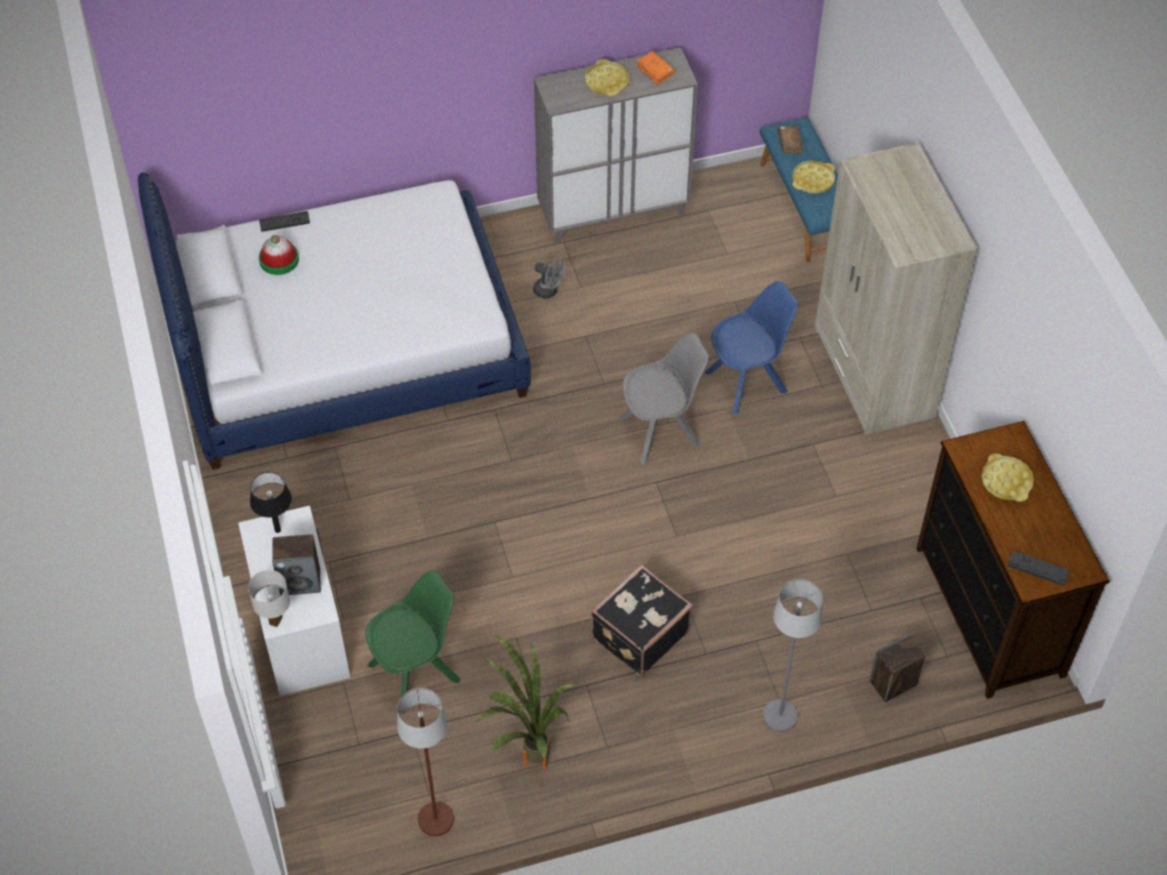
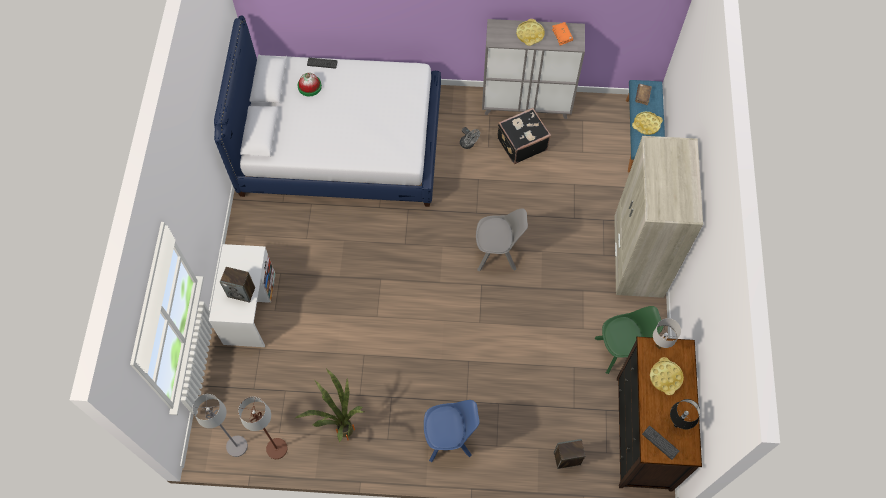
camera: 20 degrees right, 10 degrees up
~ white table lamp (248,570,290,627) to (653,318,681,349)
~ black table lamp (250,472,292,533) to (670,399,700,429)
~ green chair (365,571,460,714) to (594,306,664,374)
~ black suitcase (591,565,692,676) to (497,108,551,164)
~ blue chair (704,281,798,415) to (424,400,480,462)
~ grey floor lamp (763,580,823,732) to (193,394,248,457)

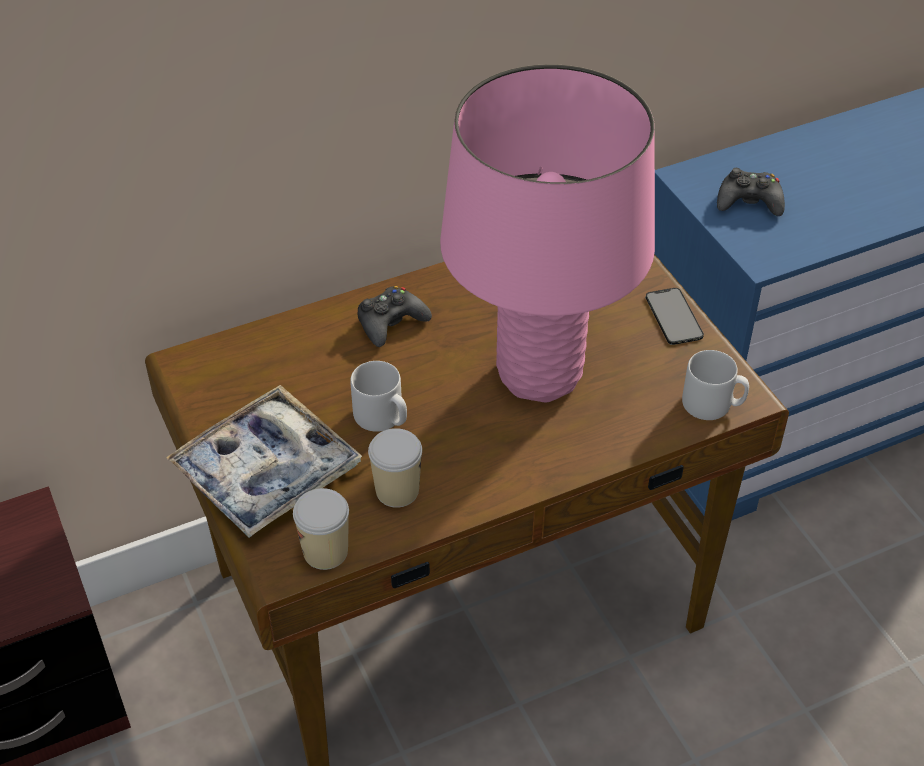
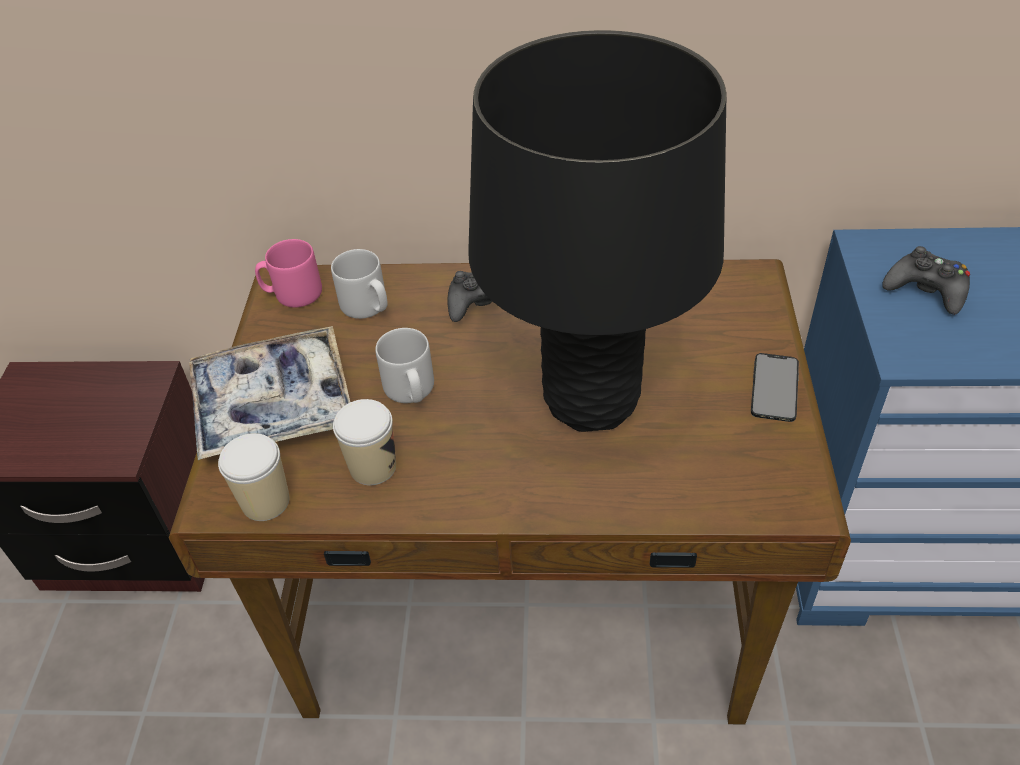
camera: 30 degrees right, 0 degrees up
~ pink table lamp (440,64,655,403) to black table lamp (468,30,727,432)
~ grey mug (682,350,749,420) to (331,249,388,319)
+ pink mug (255,239,322,308)

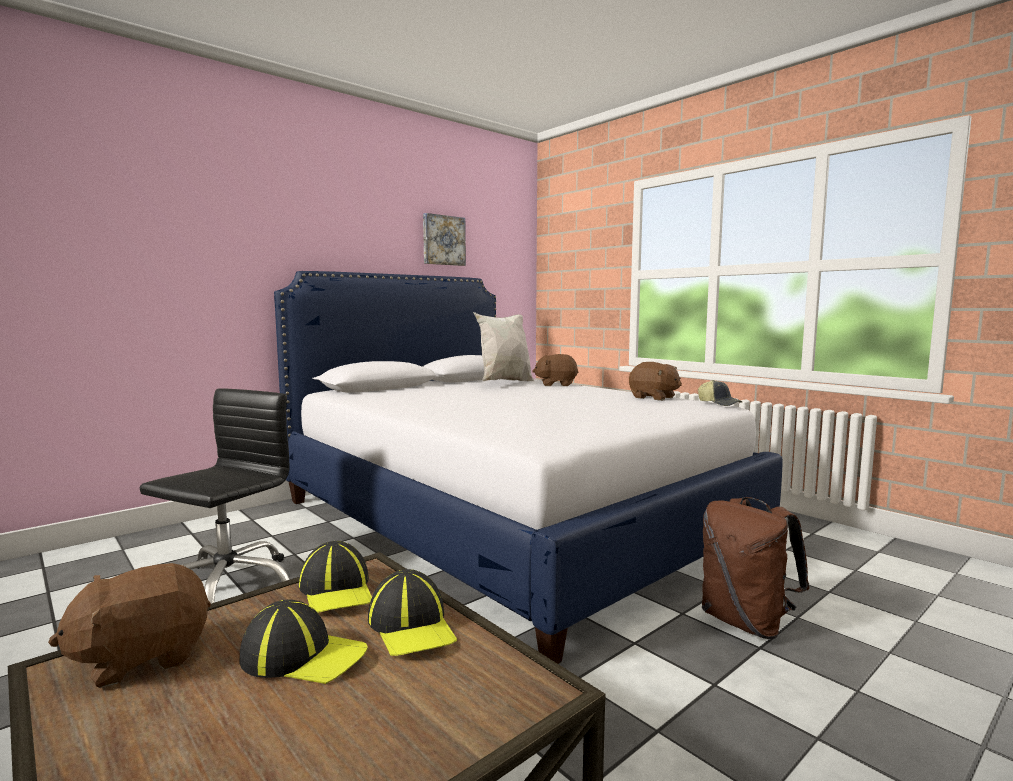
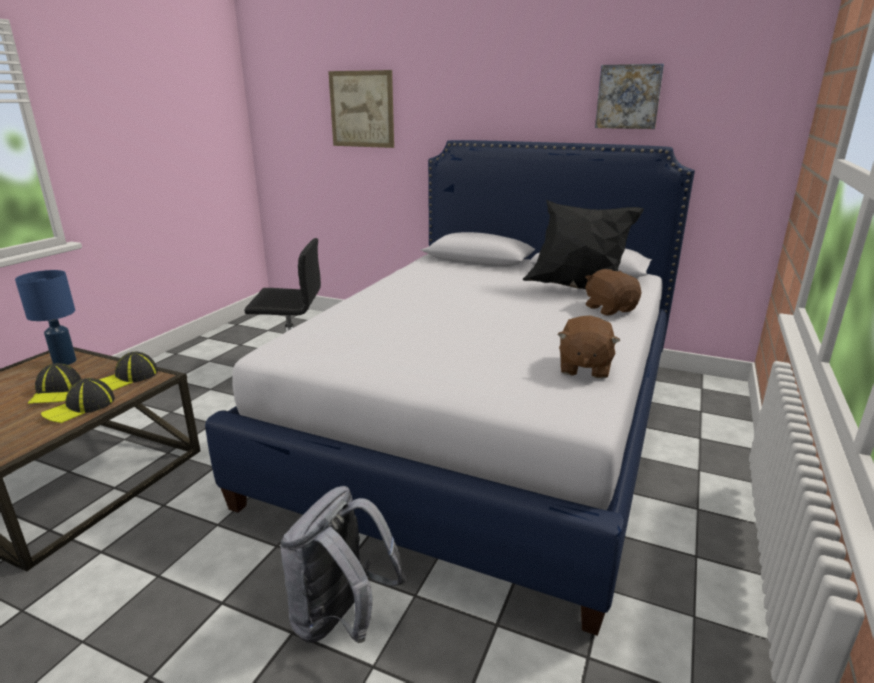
camera: 65 degrees right, 15 degrees up
~ brown plush toy (48,563,211,688) to blue table lamp (15,270,76,365)
~ white pillow (473,312,534,381) to black pillow (523,200,644,289)
- cap (698,380,742,406)
~ brown backpack (702,497,809,639) to grey backpack (280,486,406,643)
+ picture (328,70,394,148)

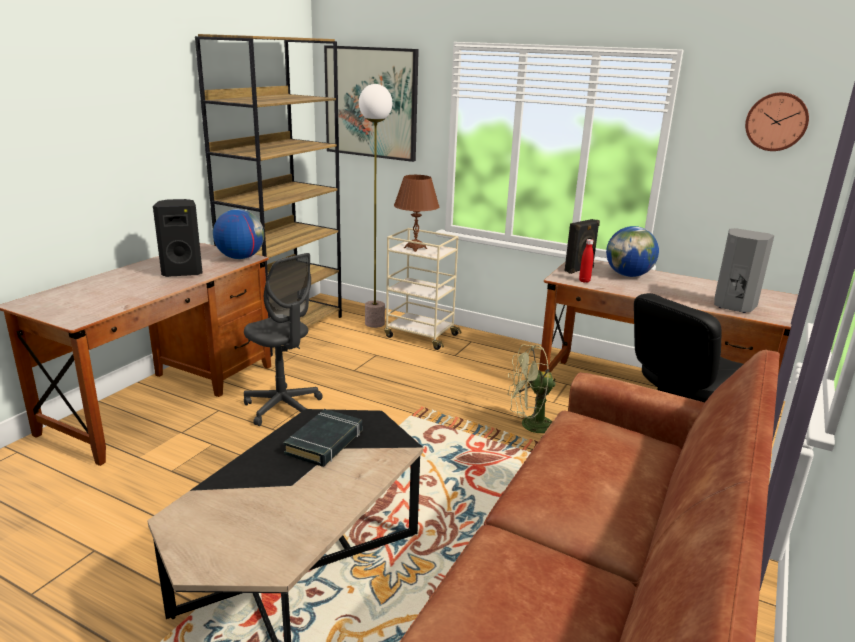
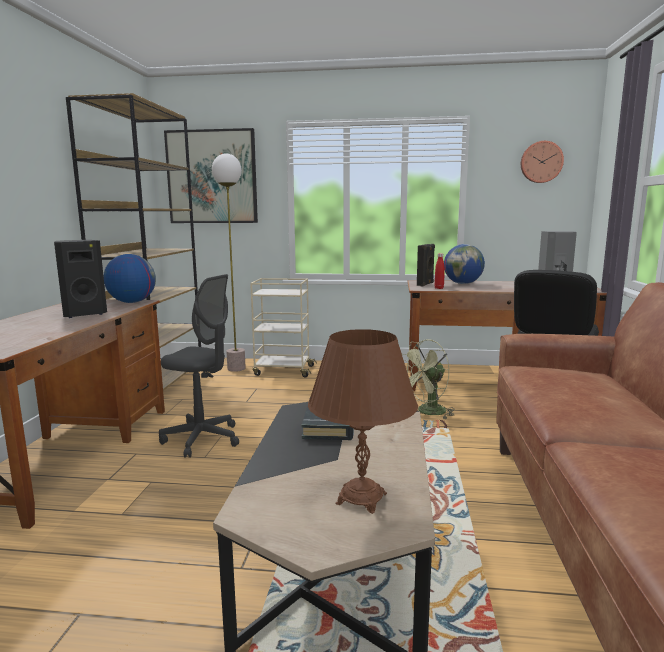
camera: 20 degrees left, 10 degrees down
~ brown table lamp (394,175,440,252) to (308,329,418,514)

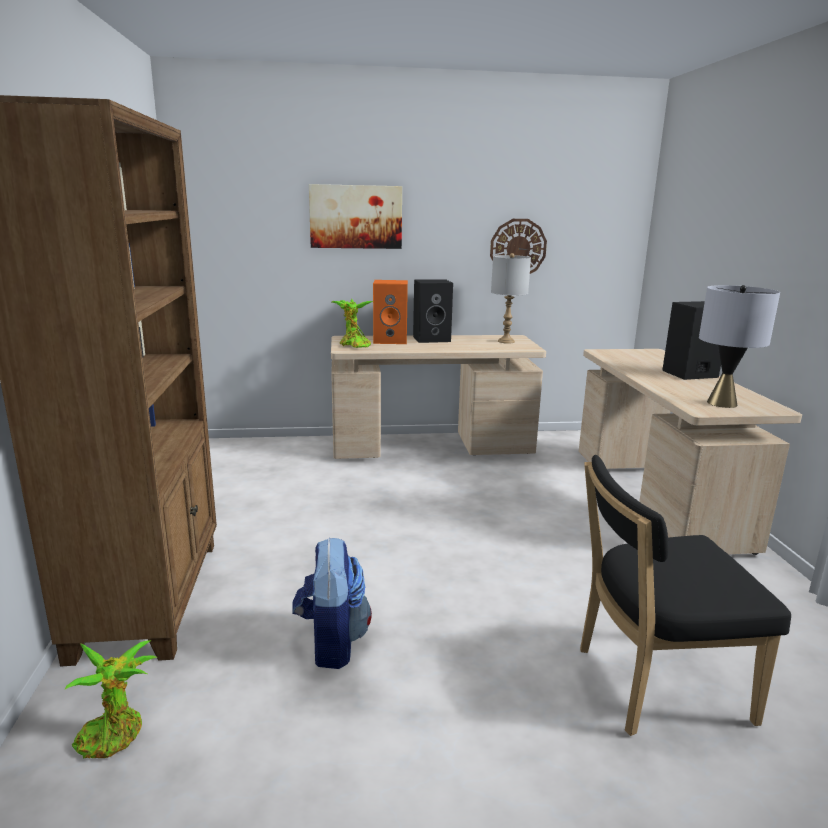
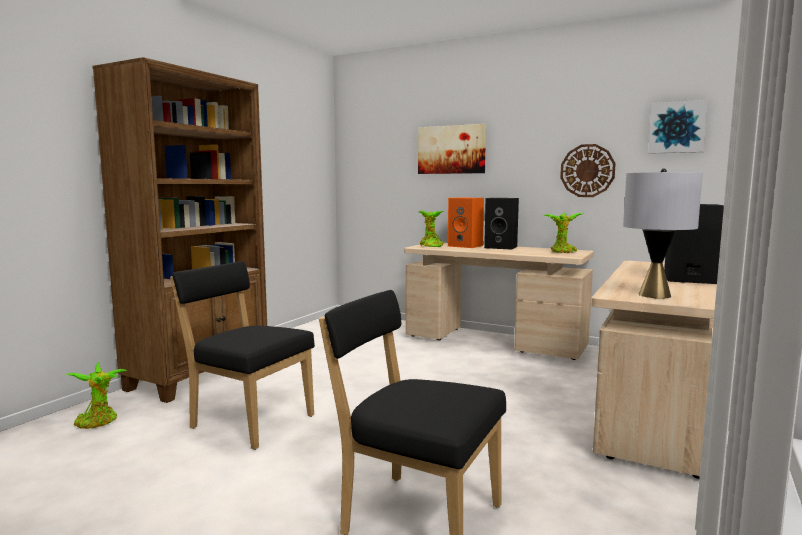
camera: 35 degrees right, 10 degrees down
~ backpack (292,538,372,669) to black chair (170,261,315,450)
~ grey table lamp (491,253,531,344) to potted plant (543,212,583,254)
+ picture (648,100,708,154)

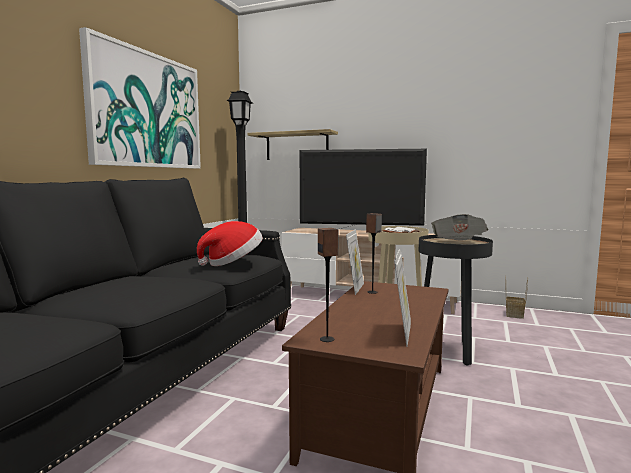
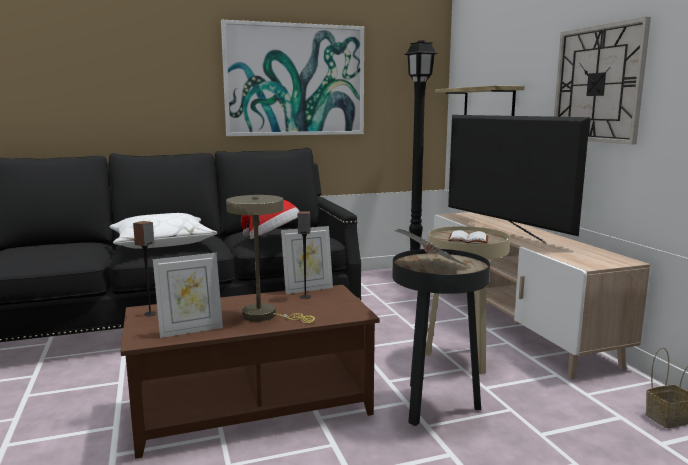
camera: 50 degrees right, 5 degrees up
+ white pillow (109,213,218,249)
+ beige table lamp (226,195,315,324)
+ wall clock (554,17,651,144)

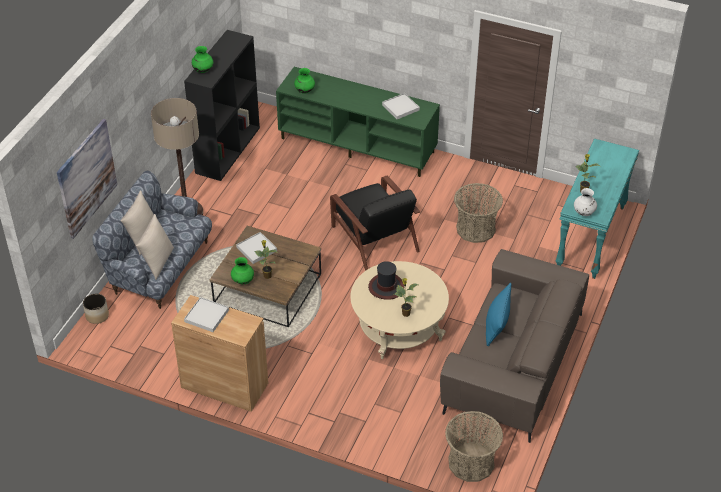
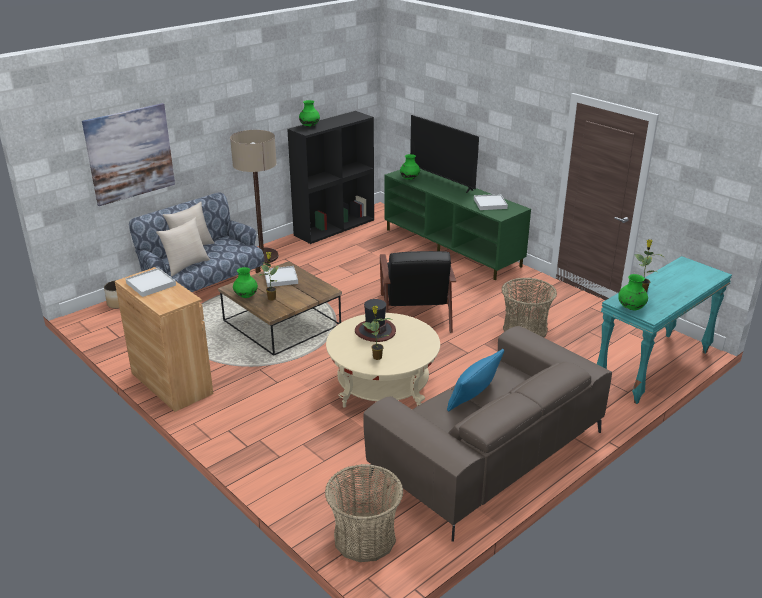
camera: 25 degrees right, 15 degrees down
~ white vase (574,188,597,216) to green vase (618,274,648,311)
+ television (410,115,479,193)

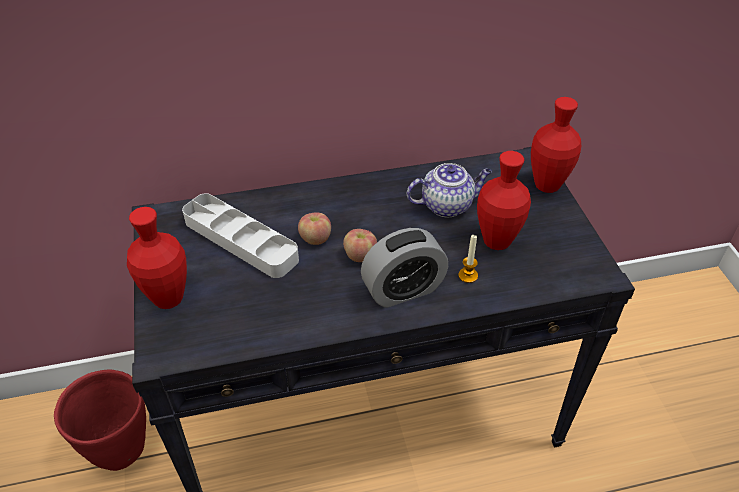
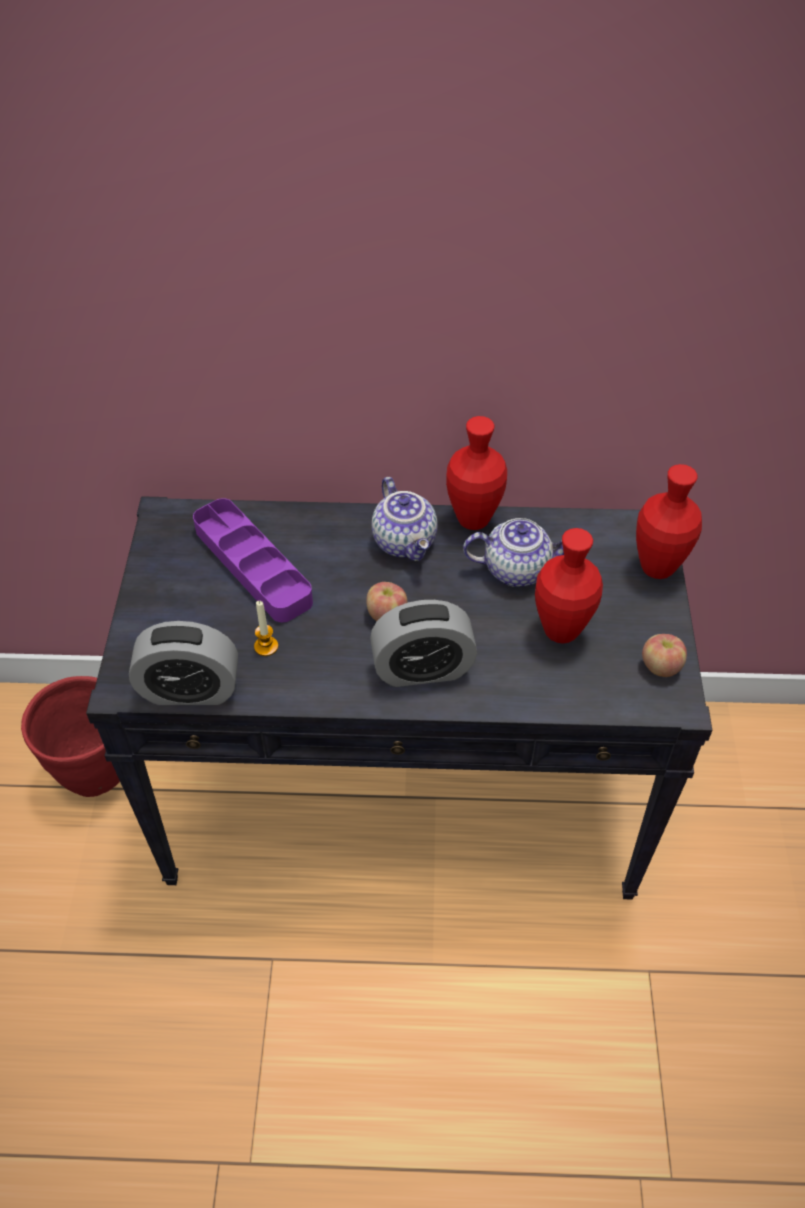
camera: 15 degrees right, 5 degrees up
~ red vase (127,207,187,309) to (446,416,507,530)
~ grey tray (182,193,299,278) to purple tray (193,498,313,622)
~ apple (298,212,331,245) to (642,634,687,677)
~ candle (458,235,478,283) to (254,601,278,656)
+ alarm clock (129,621,238,705)
+ teapot (372,477,438,561)

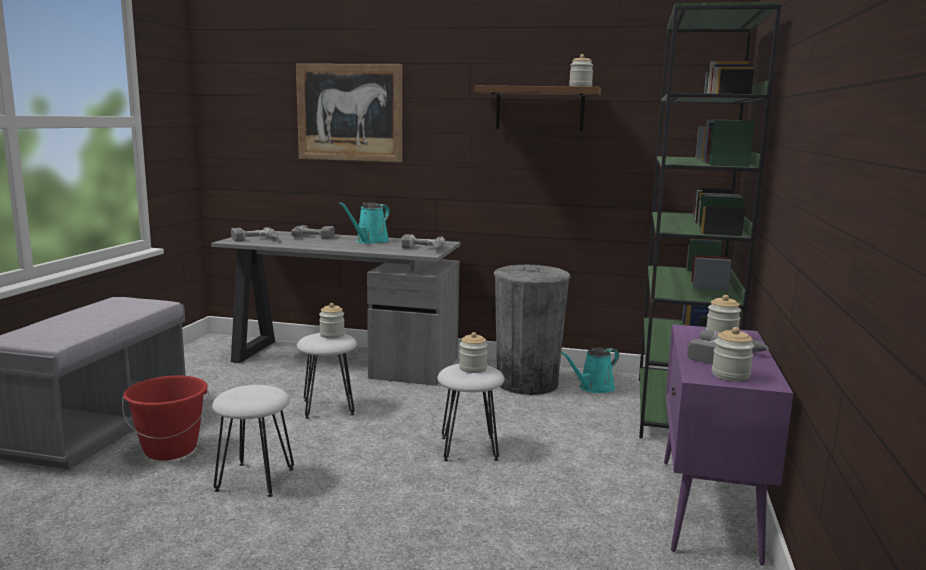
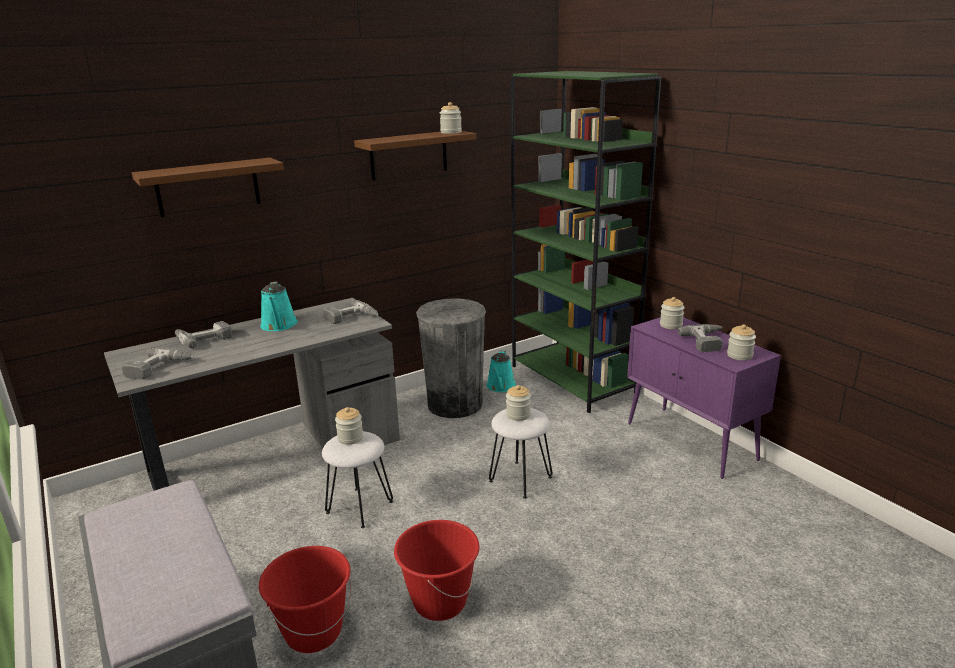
camera: 45 degrees left, 10 degrees up
~ white stool (212,385,294,497) to red bucket (394,520,480,621)
~ picture (296,63,402,162) to brown shelf (132,158,284,217)

